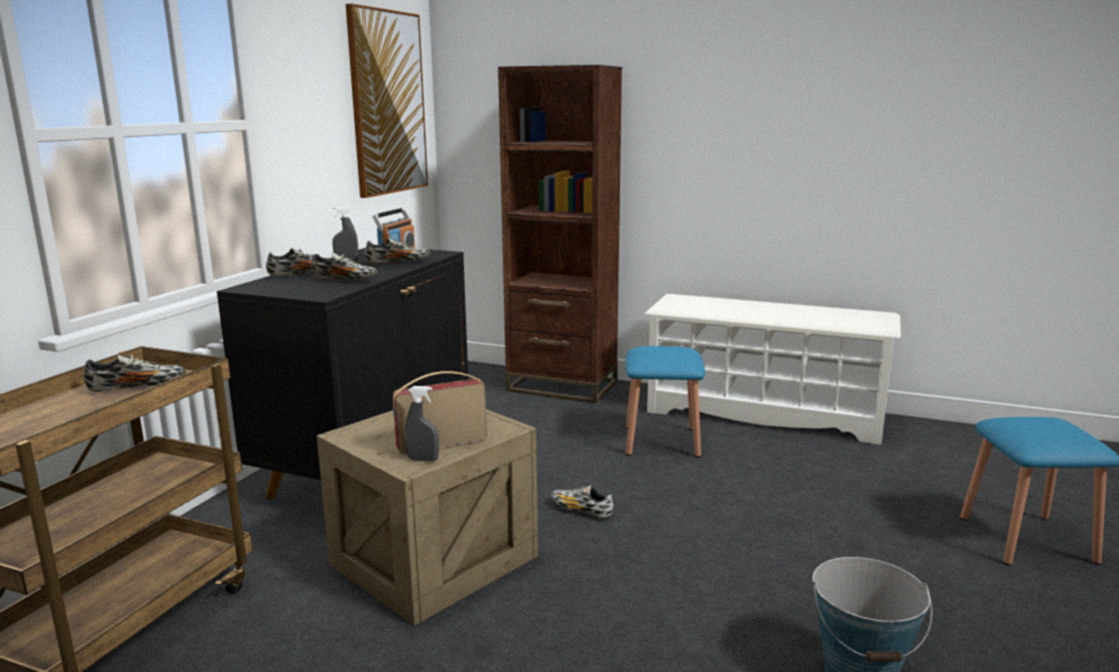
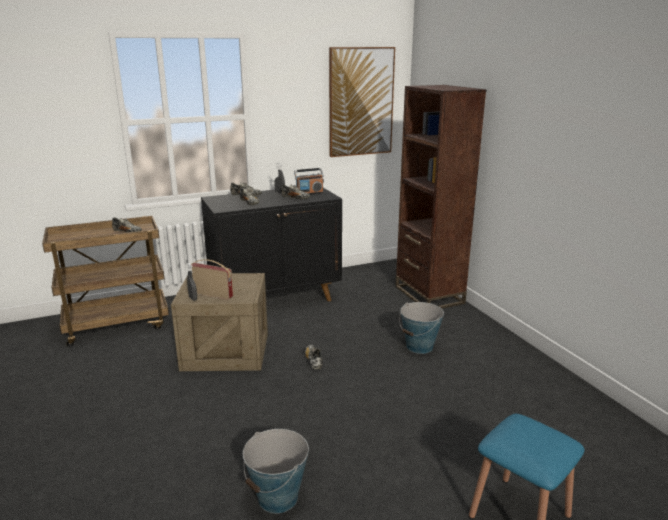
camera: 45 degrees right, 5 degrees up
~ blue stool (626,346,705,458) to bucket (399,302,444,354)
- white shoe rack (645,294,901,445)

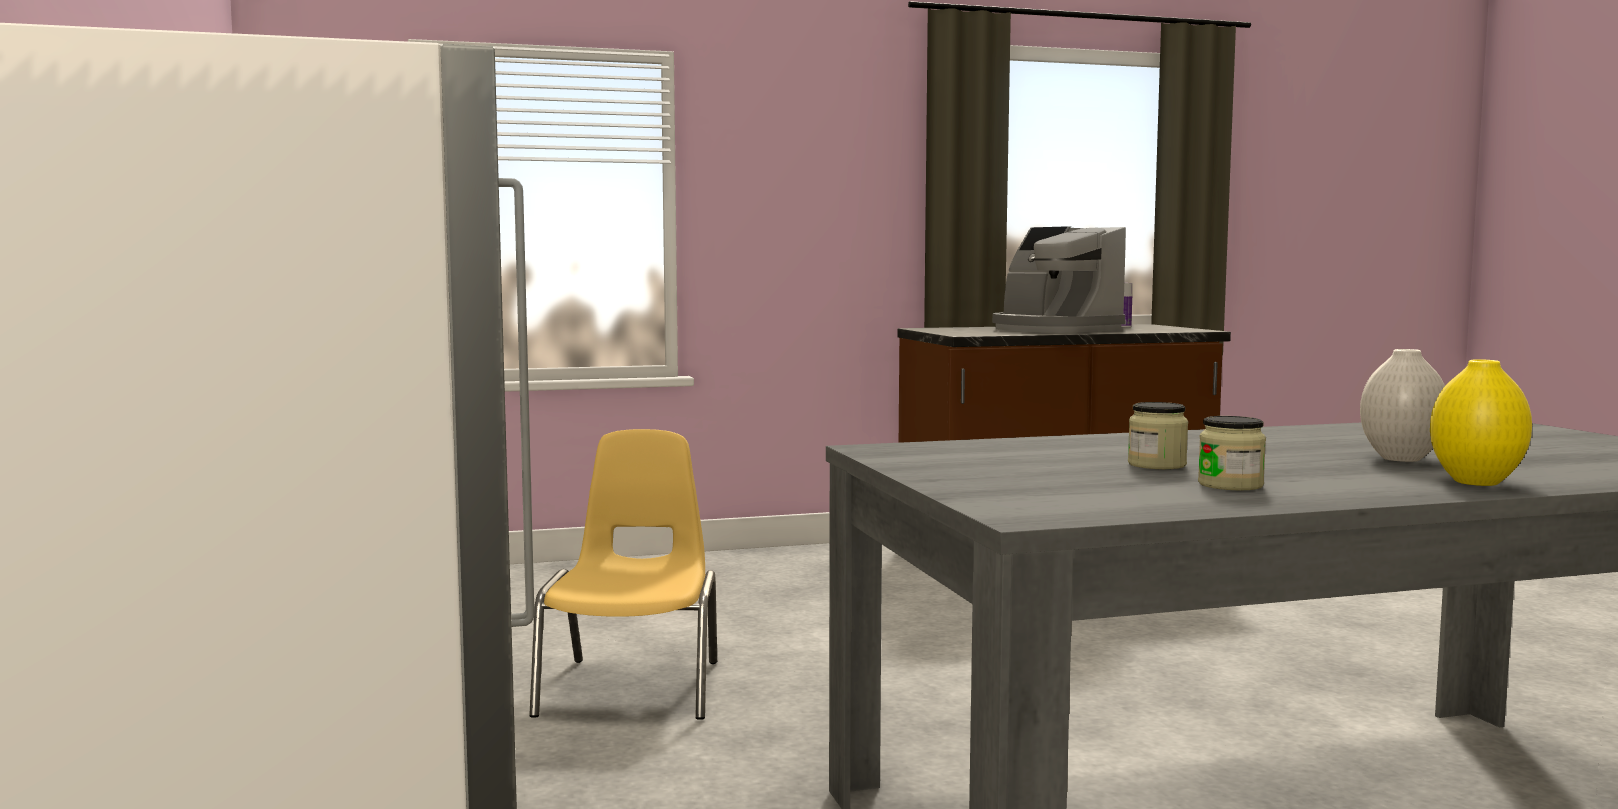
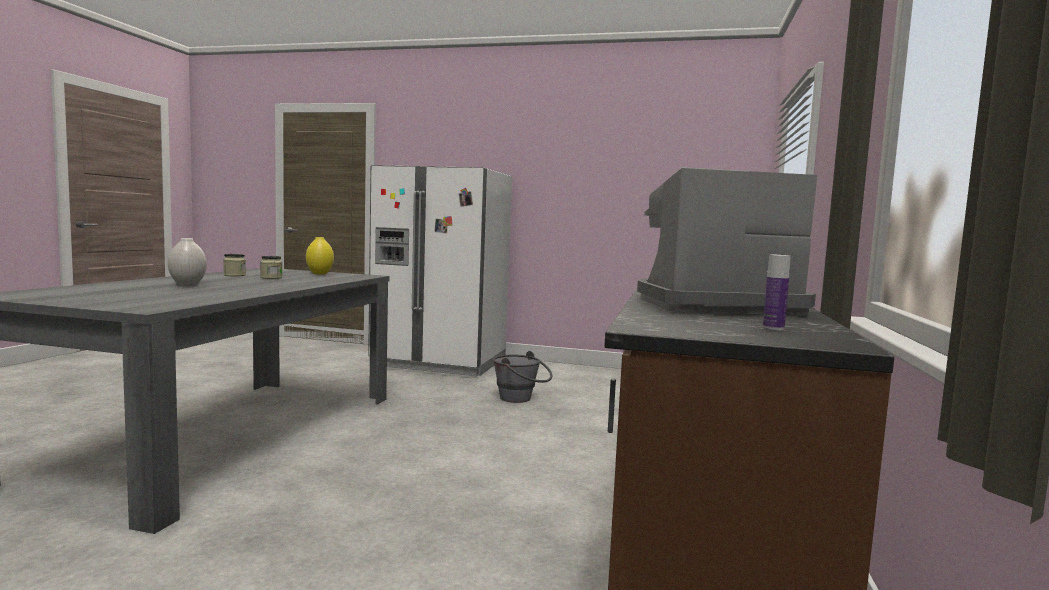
camera: 120 degrees right, 0 degrees up
~ yellow chair (529,429,717,720) to grey bucket (493,351,552,403)
~ yellow vase (1430,359,1532,486) to (306,237,334,275)

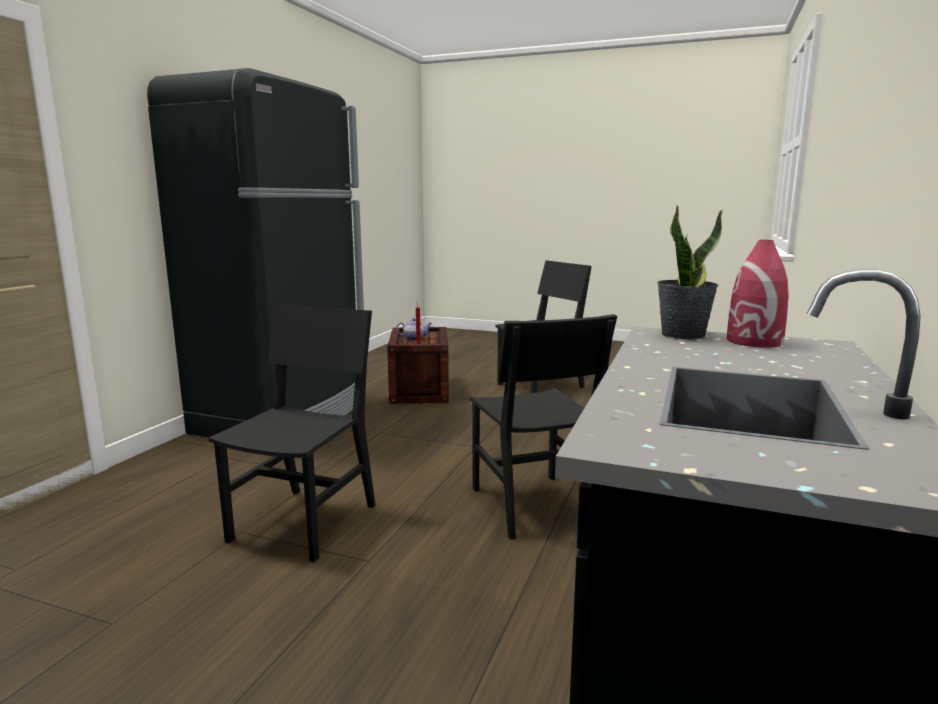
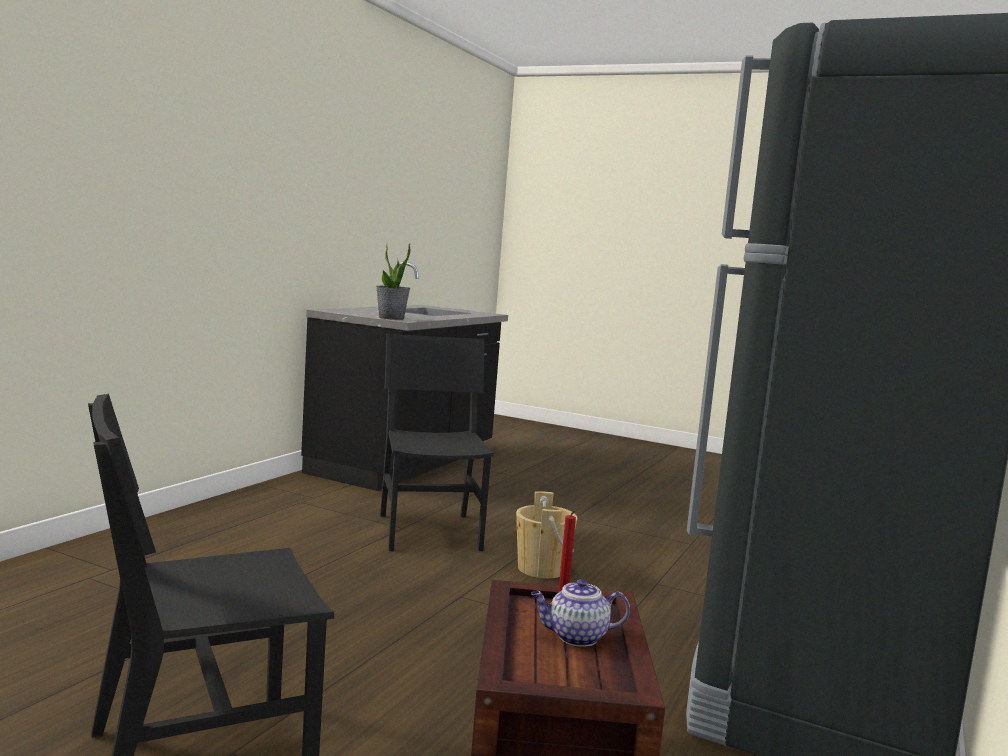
camera: 175 degrees left, 5 degrees down
- black chair (209,304,375,562)
- red vase (727,240,789,347)
+ beige bucket (516,491,577,579)

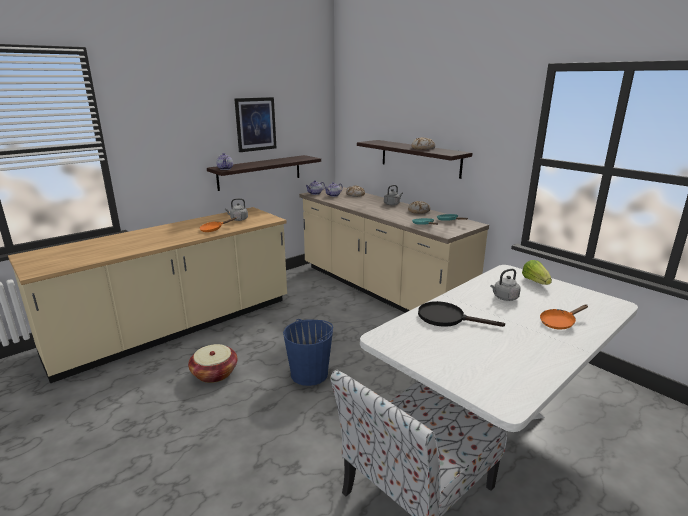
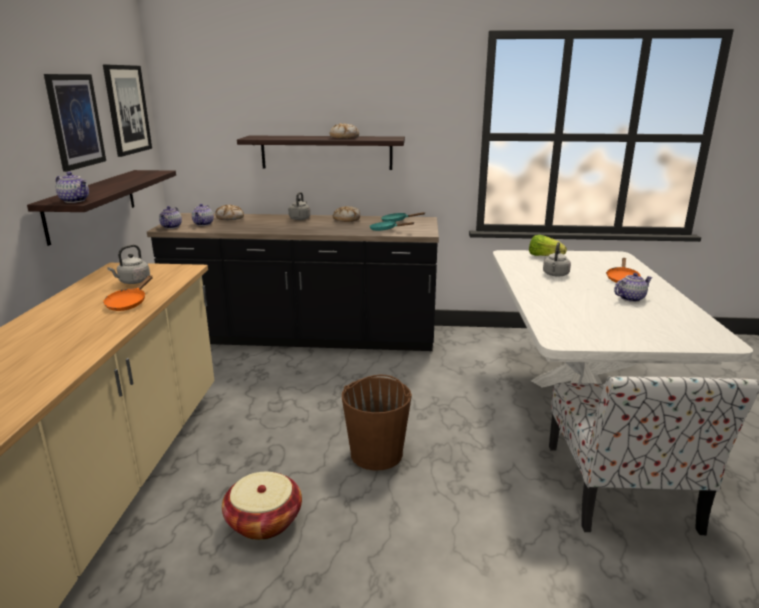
camera: 45 degrees left, 0 degrees up
~ blue bucket (283,319,333,386) to brown bucket (342,375,412,471)
~ beige counter (299,186,489,313) to black counter (147,213,439,351)
- black frying pan (418,301,505,327)
+ picture (103,65,152,157)
+ teapot (614,273,653,302)

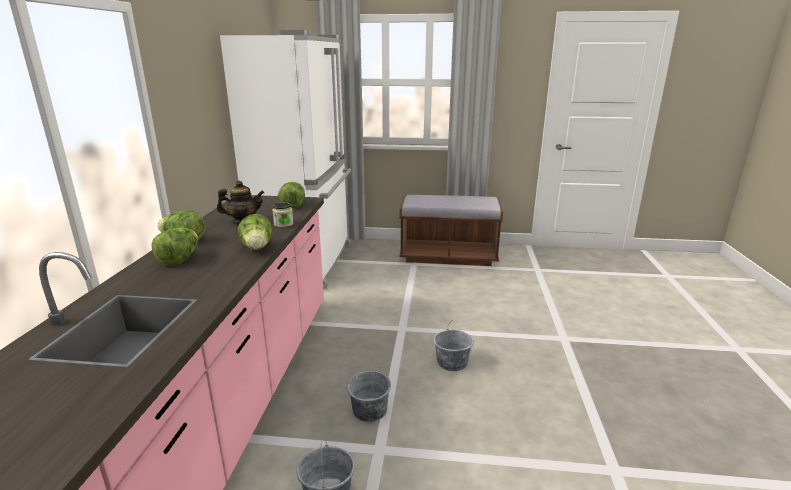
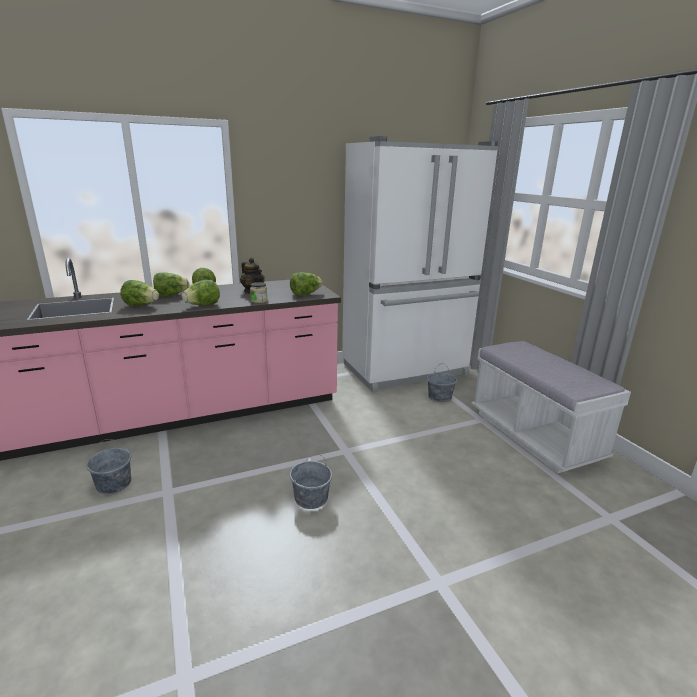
camera: 60 degrees right, 0 degrees up
~ grey bucket (347,363,391,422) to (427,363,457,402)
~ brown bench (399,195,503,266) to white bench (471,341,631,473)
+ lettuce (120,280,159,306)

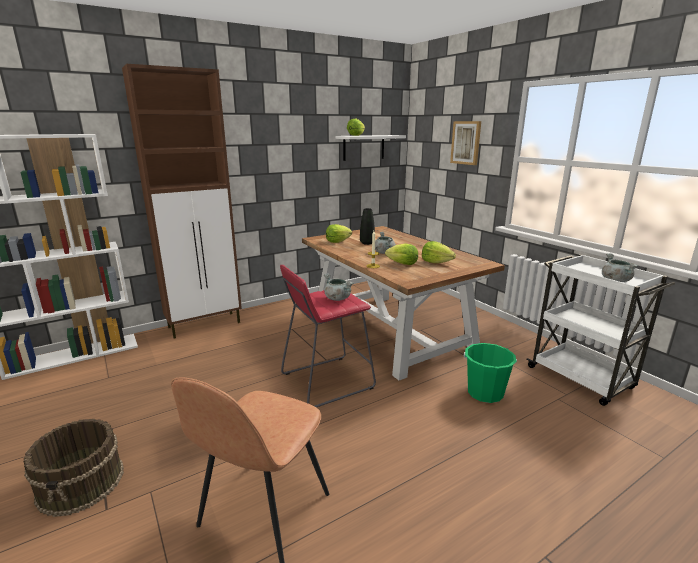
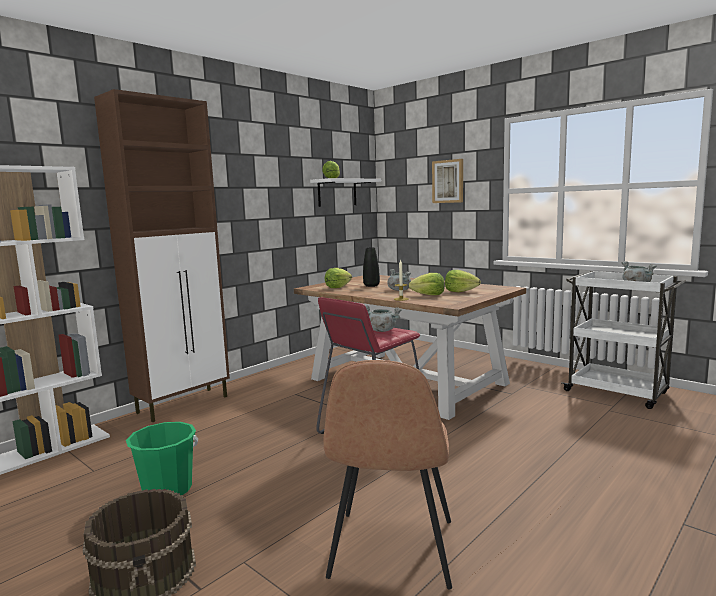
camera: 15 degrees left, 10 degrees down
~ green bucket (464,343,517,403) to (126,422,198,495)

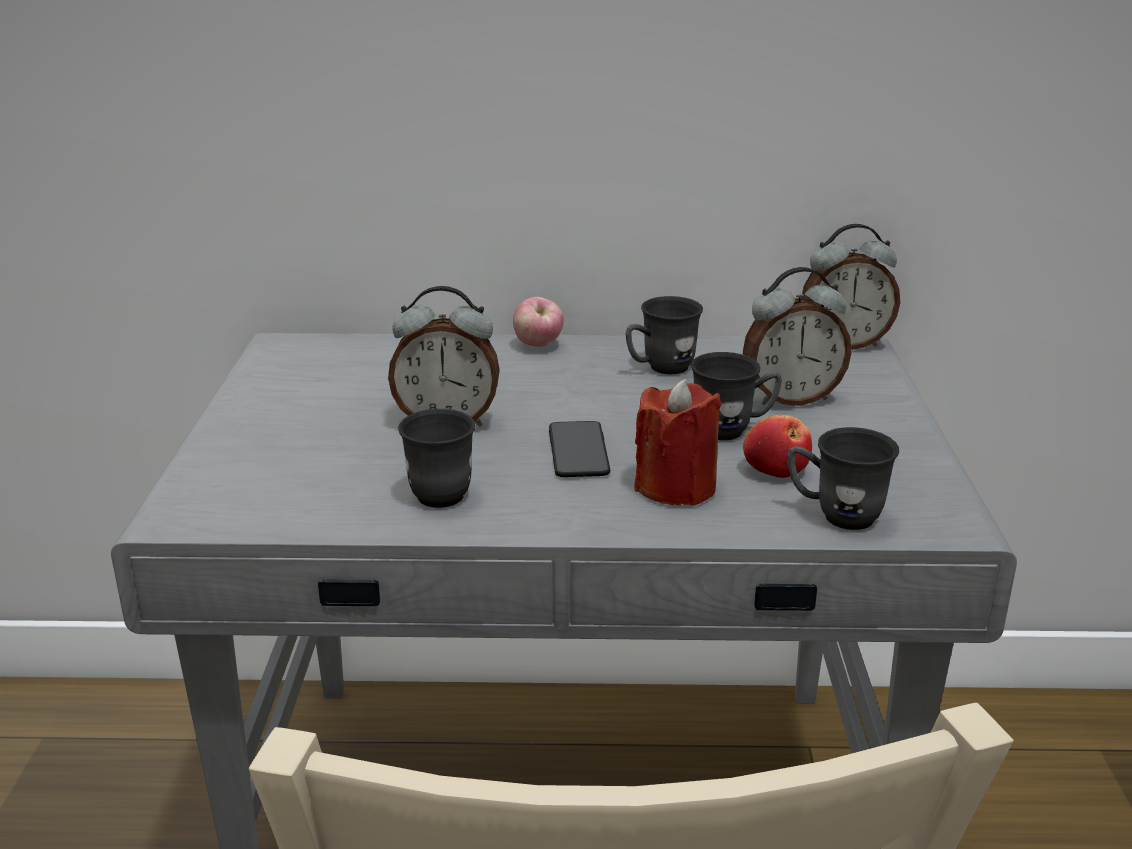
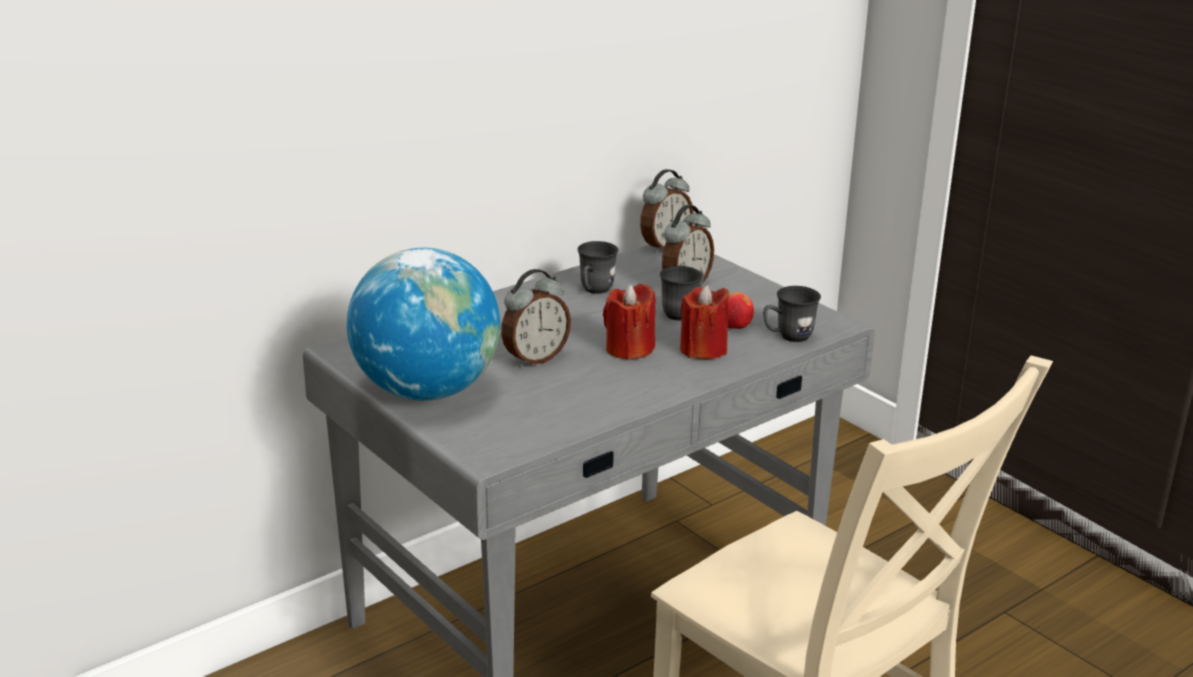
camera: 40 degrees left, 0 degrees up
- grey mug (398,409,476,508)
- apple (513,297,564,347)
~ phone (549,421,610,477) to red candle (603,284,656,360)
+ globe (347,248,500,401)

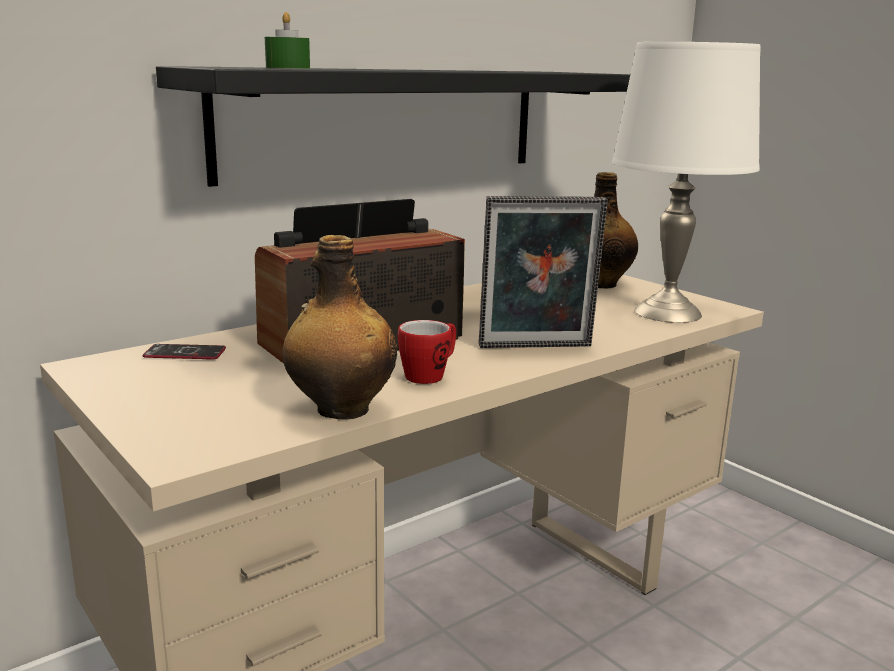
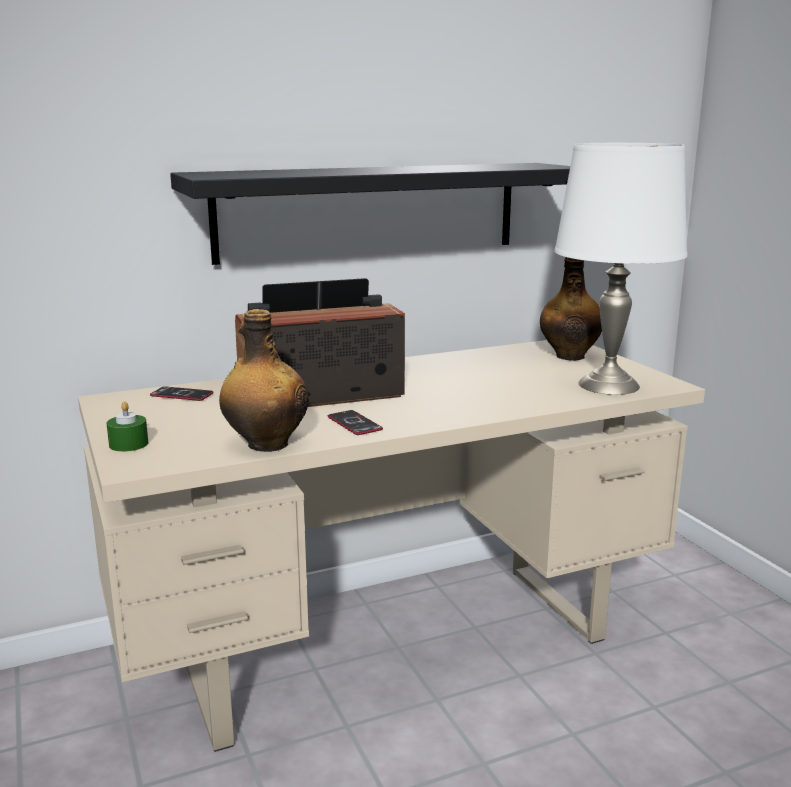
camera: 15 degrees right, 0 degrees up
~ green candle (265,12,310,69) to (107,401,148,452)
~ mug (398,320,456,384) to phone (327,410,383,435)
- picture frame (479,196,608,348)

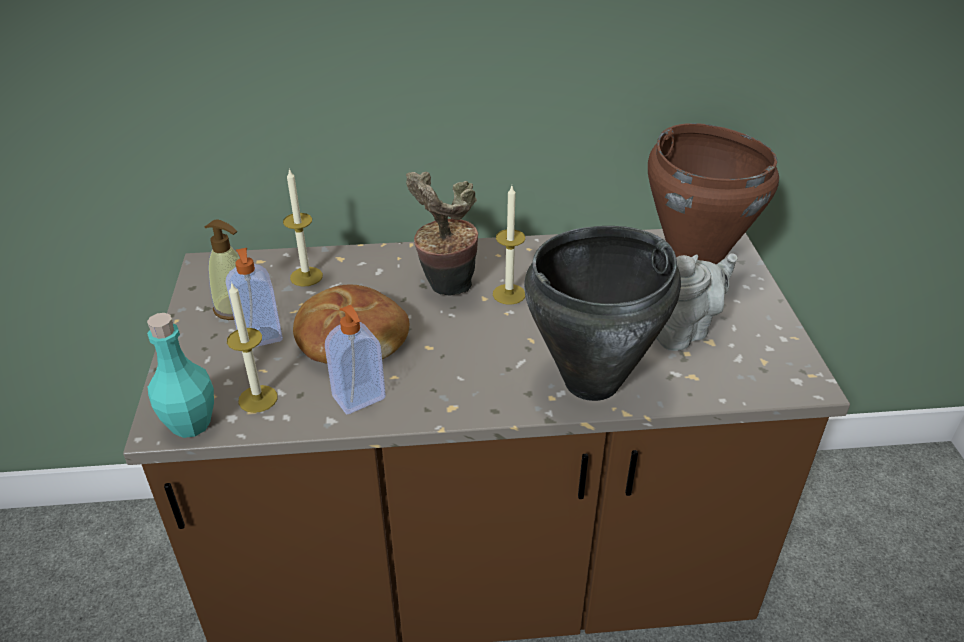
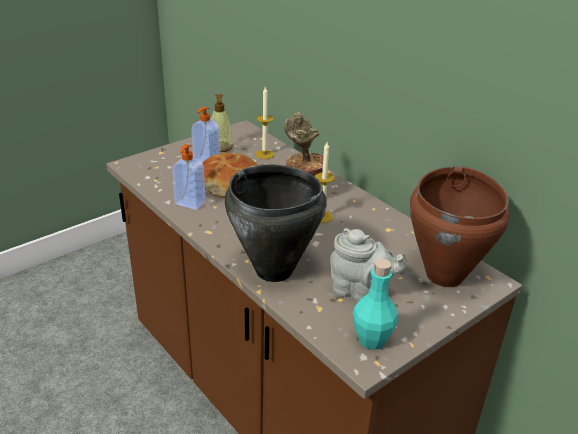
camera: 55 degrees right, 5 degrees down
~ turquoise bottle (147,313,214,438) to (353,258,398,350)
- candle (227,282,278,413)

